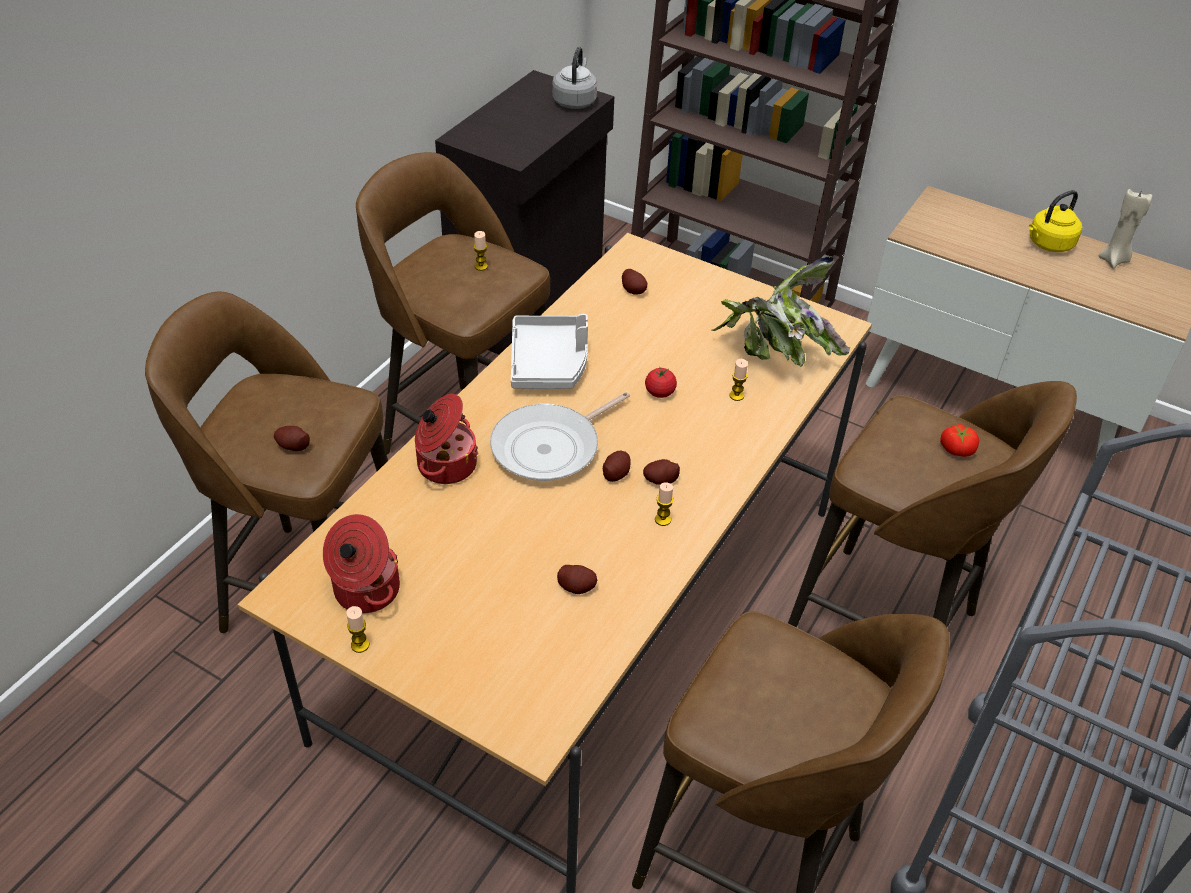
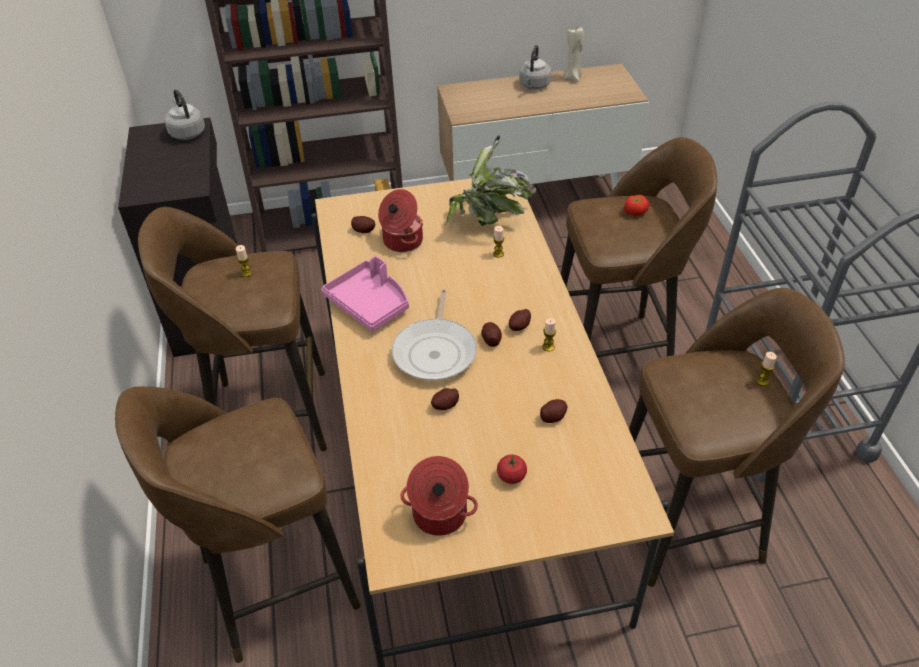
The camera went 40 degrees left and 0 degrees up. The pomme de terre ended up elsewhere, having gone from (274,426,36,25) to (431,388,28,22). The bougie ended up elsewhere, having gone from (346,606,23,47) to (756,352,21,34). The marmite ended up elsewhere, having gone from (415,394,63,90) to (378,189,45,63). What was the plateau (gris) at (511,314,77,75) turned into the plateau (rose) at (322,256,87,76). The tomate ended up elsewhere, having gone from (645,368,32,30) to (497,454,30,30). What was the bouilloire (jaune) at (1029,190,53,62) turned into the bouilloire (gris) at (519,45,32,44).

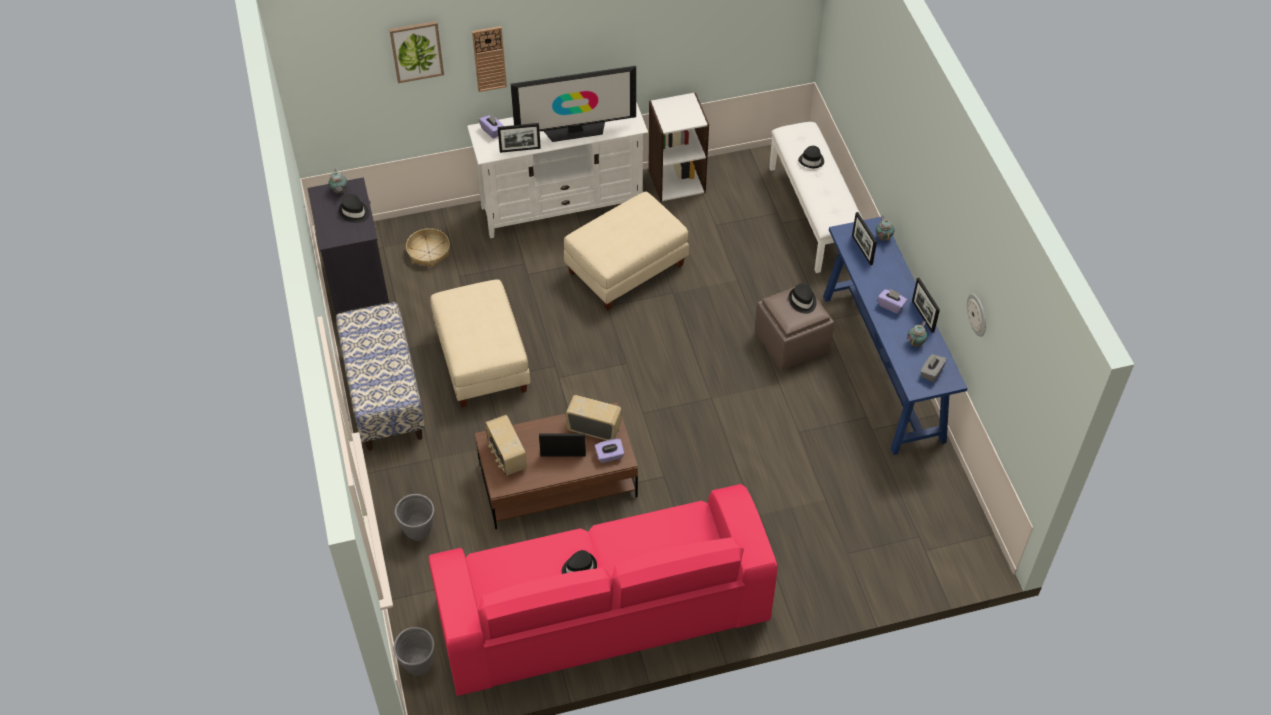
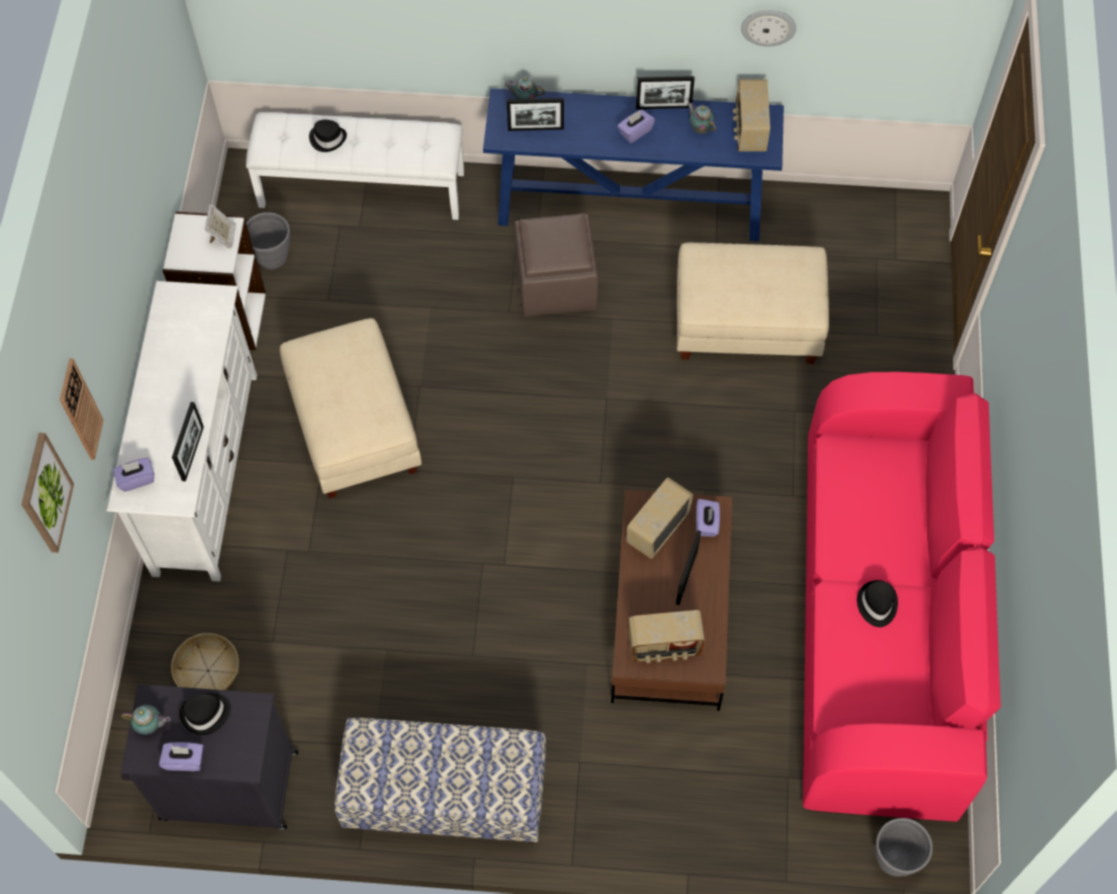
The camera went 70 degrees left and 10 degrees up. The cache-pot (gris) ended up elsewhere, having gone from (395,494,40,47) to (246,212,44,58). The pouf (beige) ended up elsewhere, having gone from (430,279,101,128) to (677,243,152,121). The second view lost the téléviseur at (511,66,125,76). The second view lost the chapeau (noir) at (789,283,28,31). Where the boîte à mouchoirs (gris) stood at (921,354,26,28), the radio came to stand at (733,79,37,73). The second view gained the boîte à mouchoirs (violet) at (159,742,45,29). The second view gained the cadre photo at (205,204,31,45).

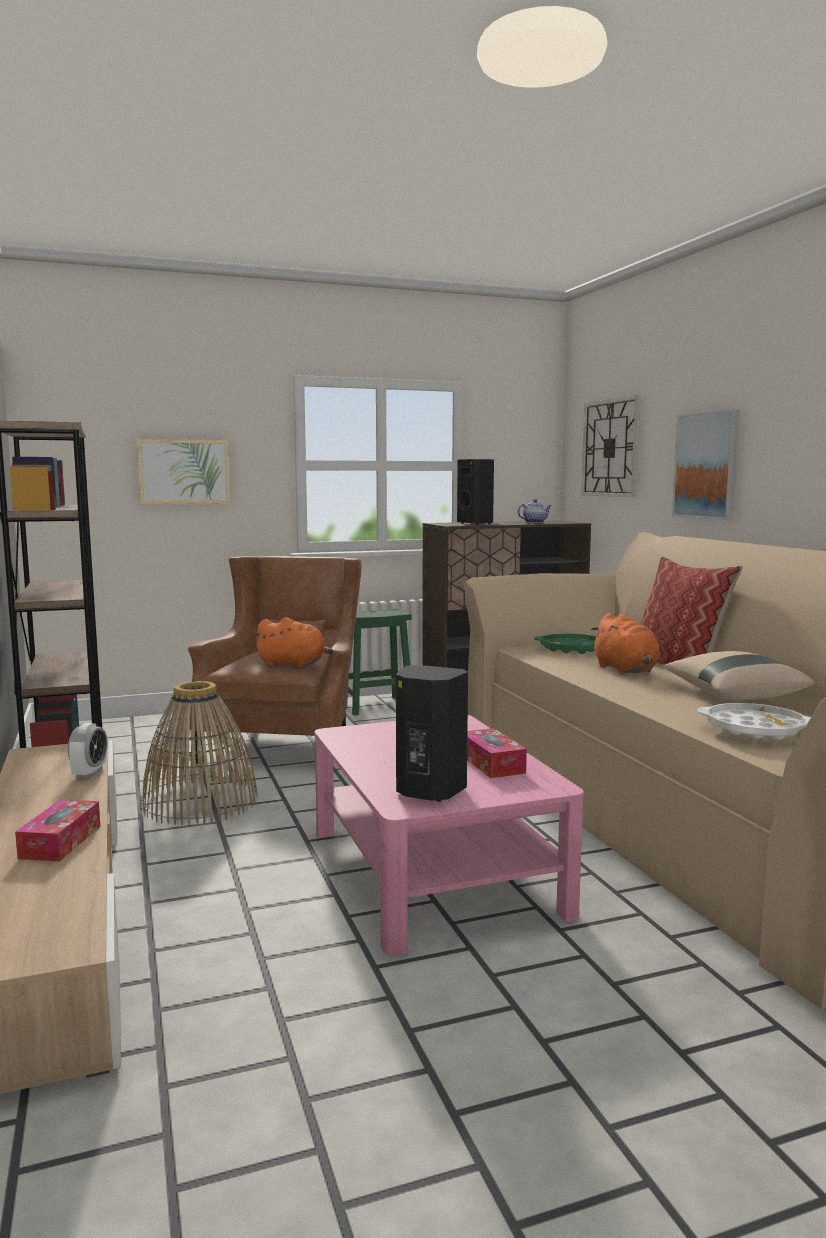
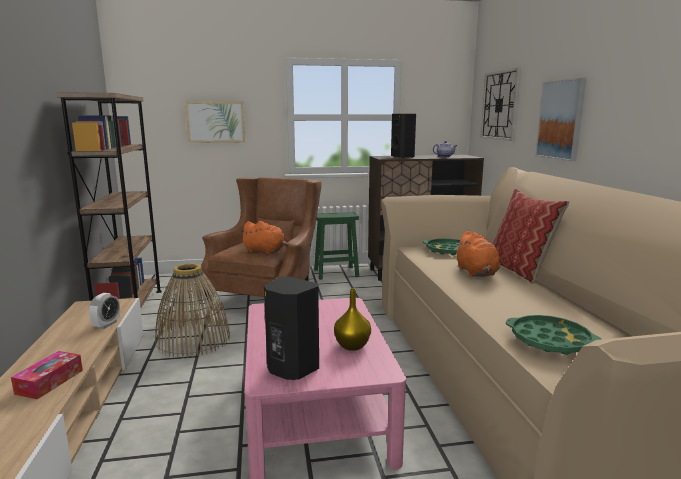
The camera went 10 degrees right and 5 degrees up. Where the boîte à mouchoirs stood at (467,728,60,50), the vase (jaune) came to stand at (334,289,37,62). The second view lost the coussin (beige) at (663,651,152,49). What was the plateau (blanc) at (698,703,113,37) turned into the plateau (vert) at (506,315,95,40).

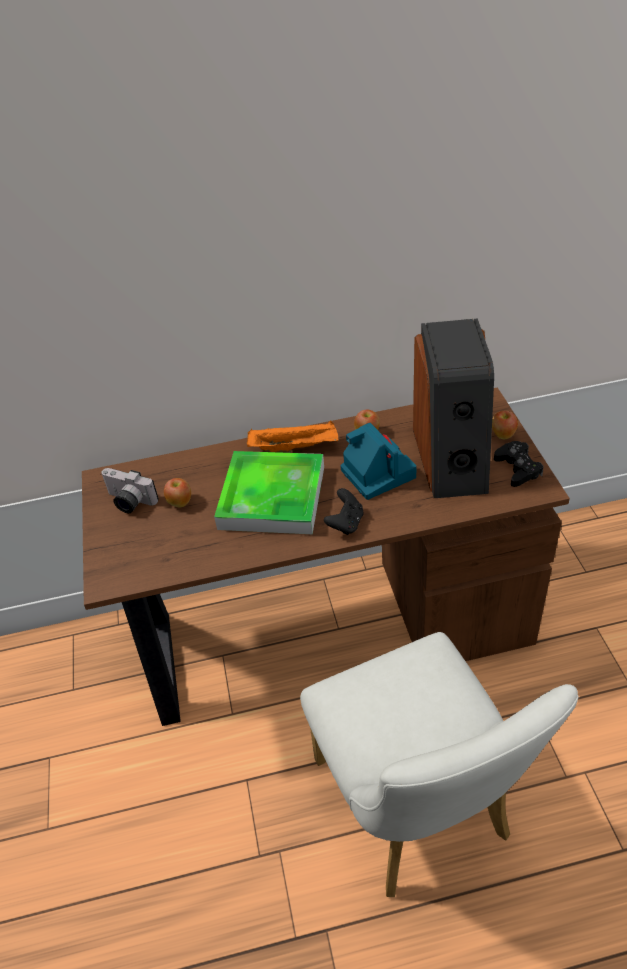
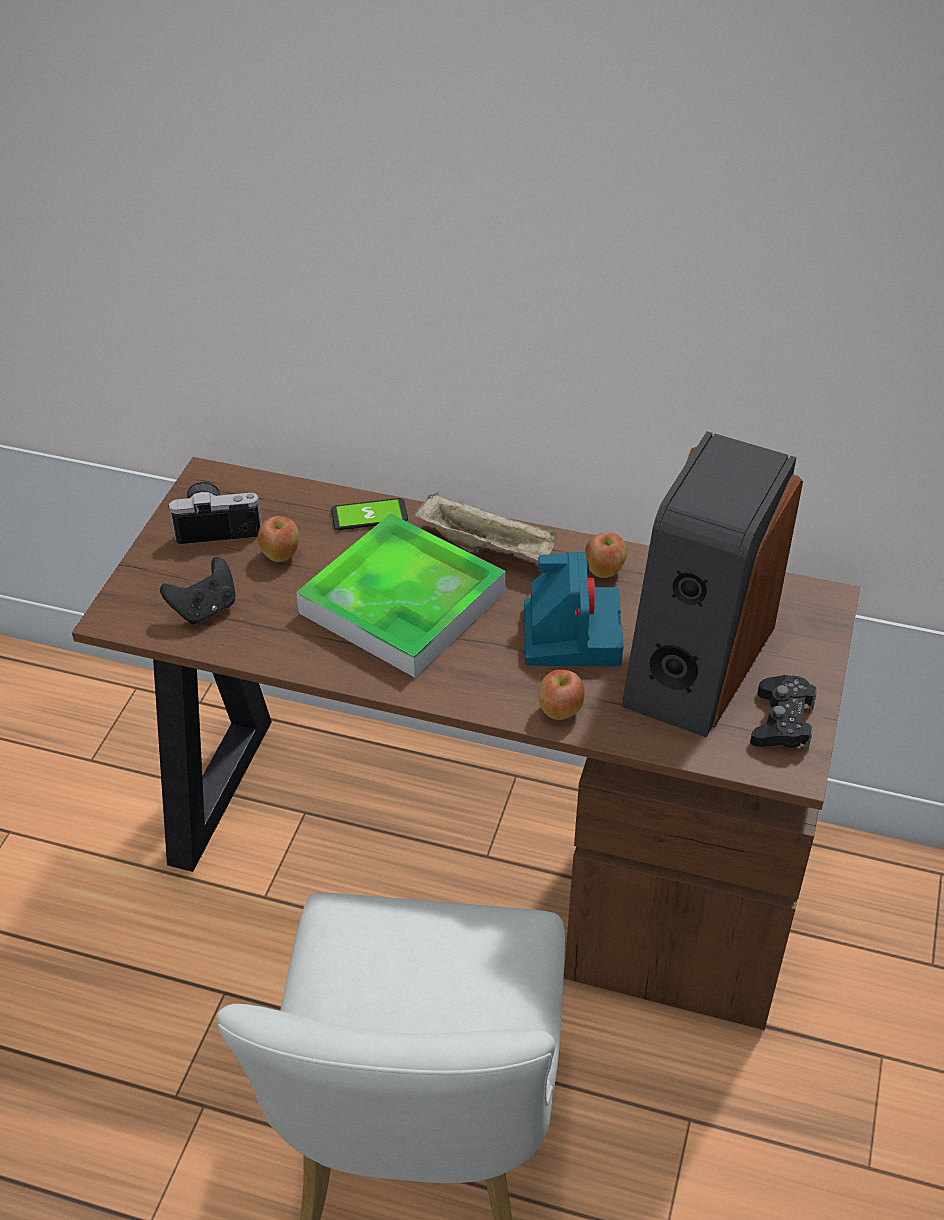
The camera went 25 degrees right and 0 degrees up. The appareil photo at (101,468,58,45) ended up facing another way, 120 degrees clockwise from before. What was the plateau (orange) at (247,420,91,33) turned into the plateau (beige) at (414,493,142,68). The manette (noir) ended up elsewhere, having gone from (324,488,39,47) to (160,557,76,68). The pomme ended up elsewhere, having gone from (492,411,26,28) to (538,670,47,50). The second view gained the téléphone at (331,498,77,32).

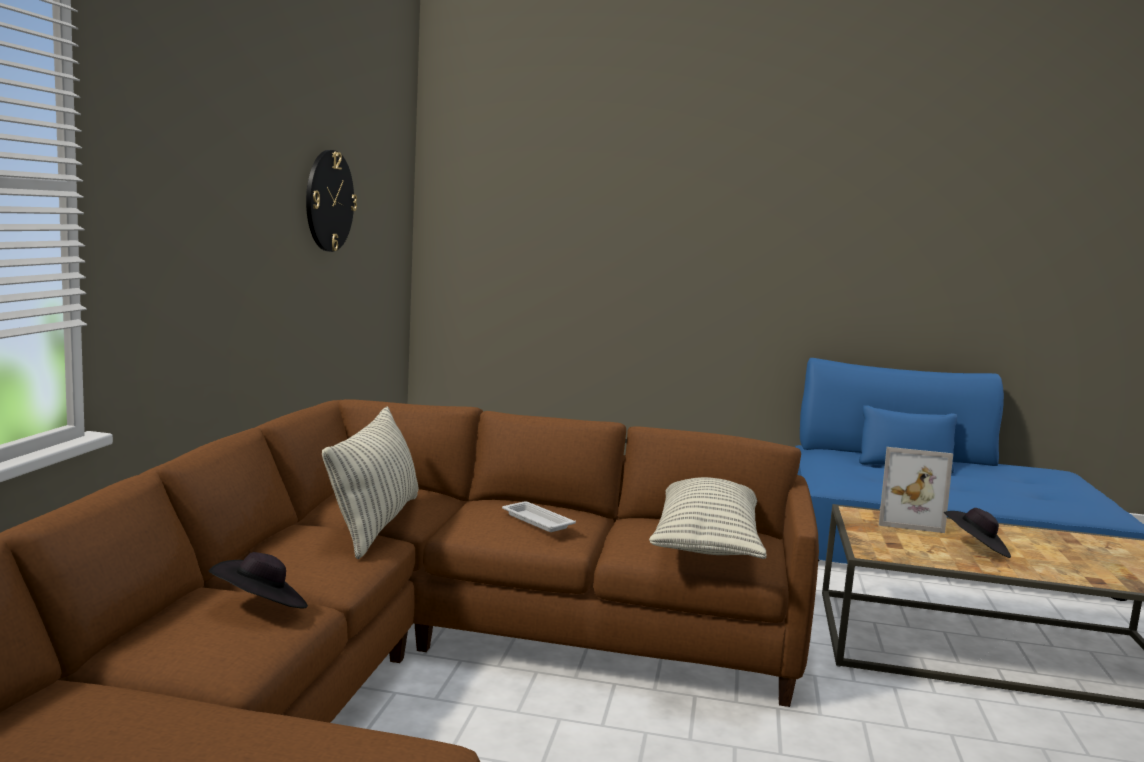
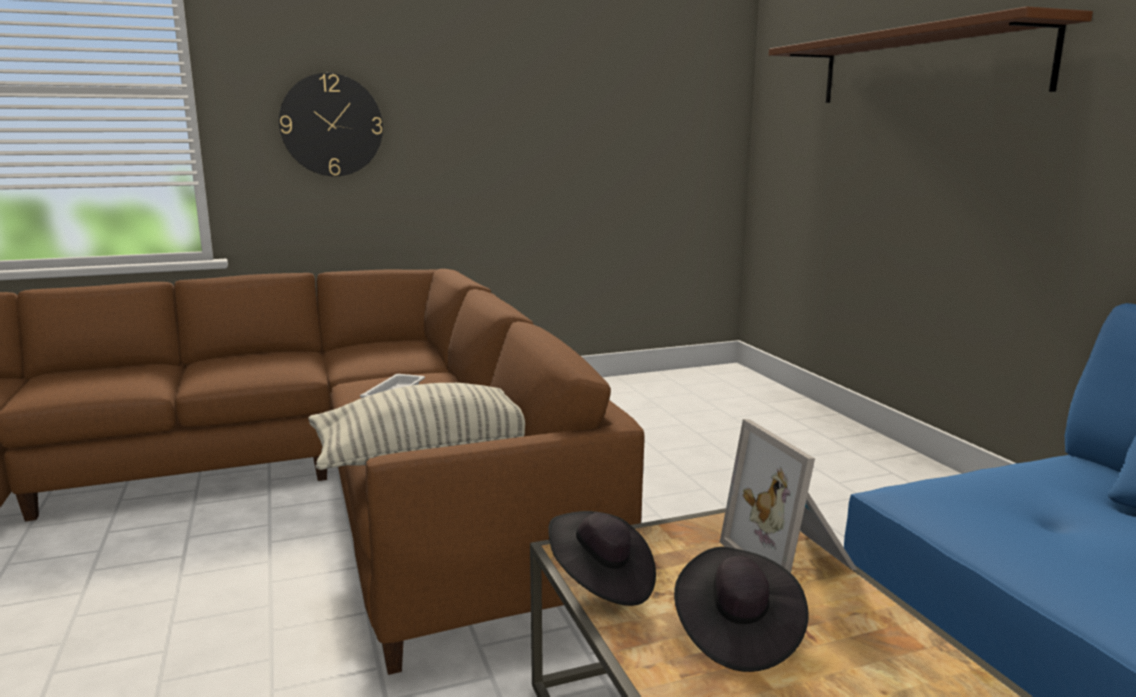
The camera went 60 degrees right and 5 degrees up. The chapeau (noir) ended up elsewhere, having gone from (209,552,99,56) to (548,511,108,95). The horloge murale ended up elsewhere, having gone from (306,150,51,102) to (279,73,104,103). The second view lost the coussin at (322,407,97,152). The second view gained the étagère (marron) at (769,7,324,96).

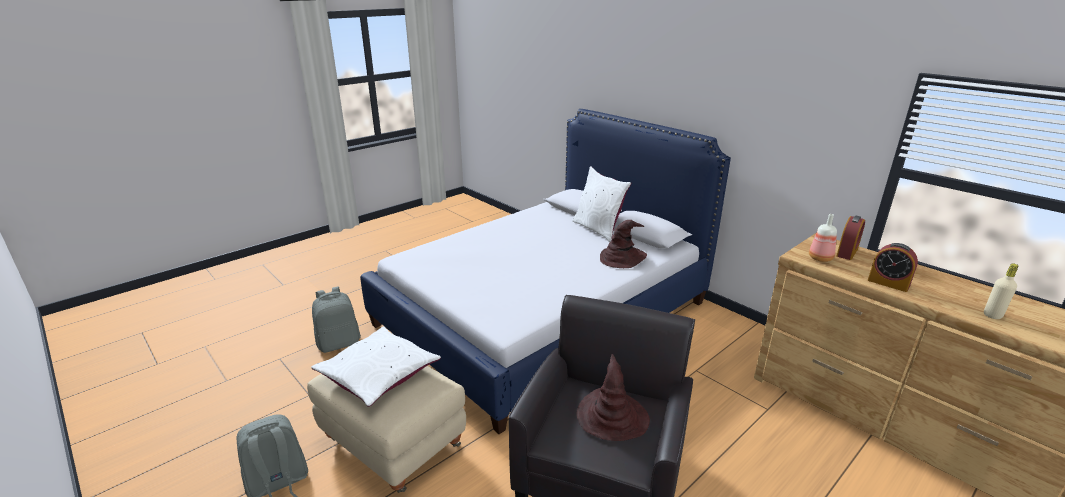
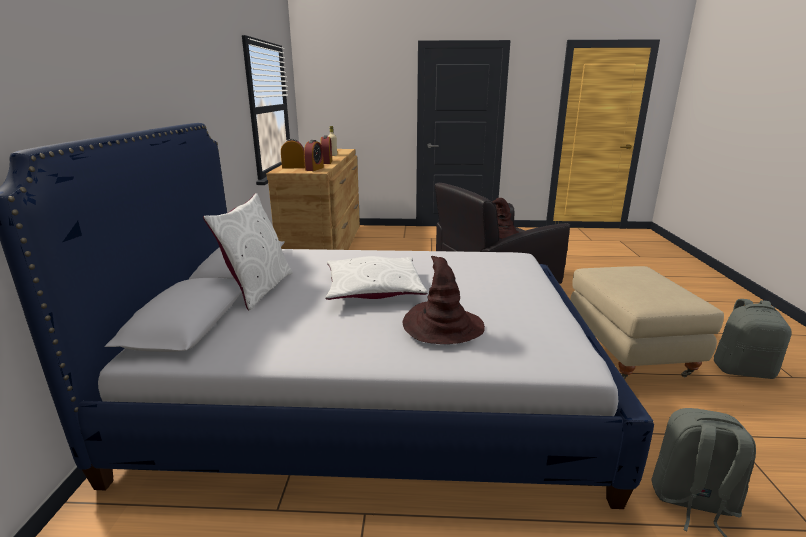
The camera went 135 degrees left and 5 degrees down. The coussin (blanc) ended up elsewhere, having gone from (311,326,130,81) to (325,256,103,44). The chapeau (marron) ended up elsewhere, having gone from (600,220,47,48) to (403,256,82,88). Where the bouteille stood at (809,214,28,48), the réveil came to stand at (304,140,20,31).

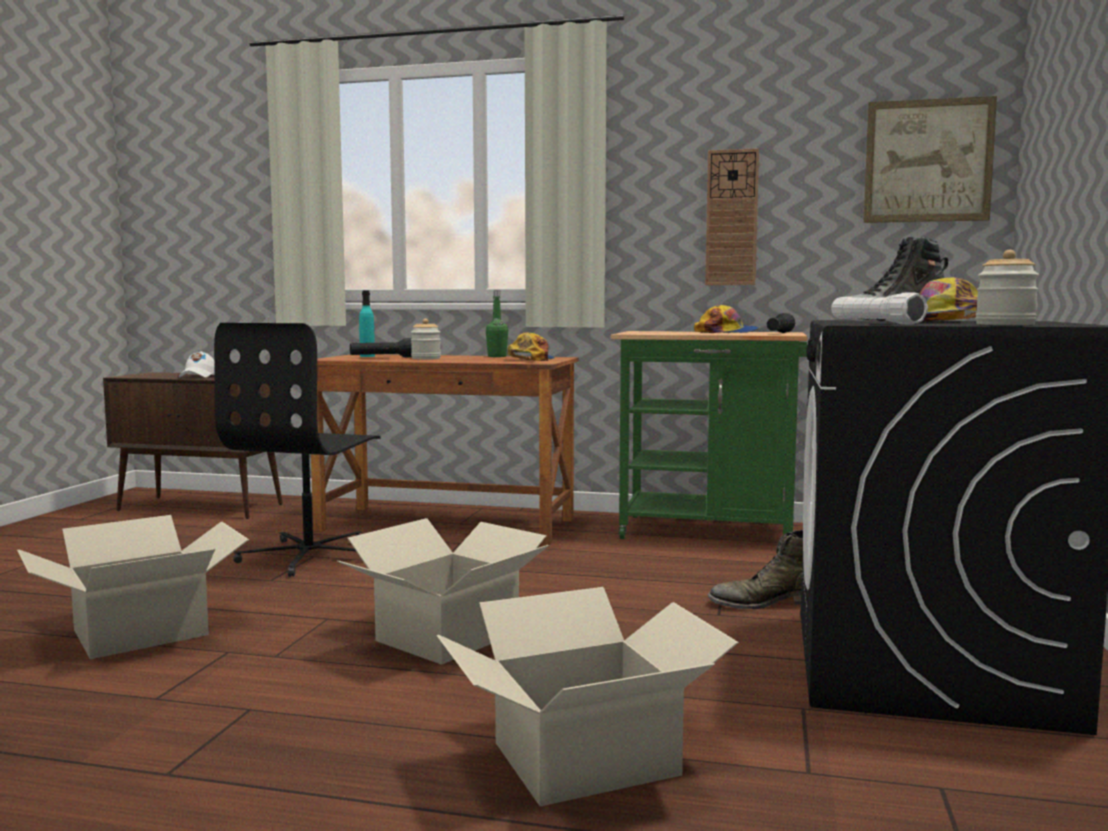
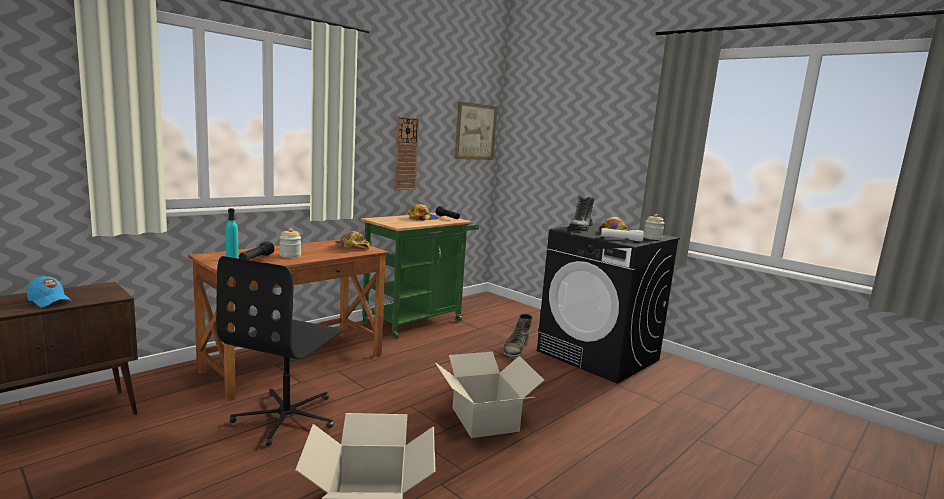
The camera went 60 degrees left and 5 degrees up. What was the casquette (blanc) at (179,351,35,27) turned into the casquette (bleu) at (27,276,45,32). The chaise de bureau (noir) at (214,323,167,254) ended up facing another way, 60 degrees clockwise from before. The second view lost the carton at (436,587,303,219). The second view lost the bouteille (vert) at (486,291,22,66).

